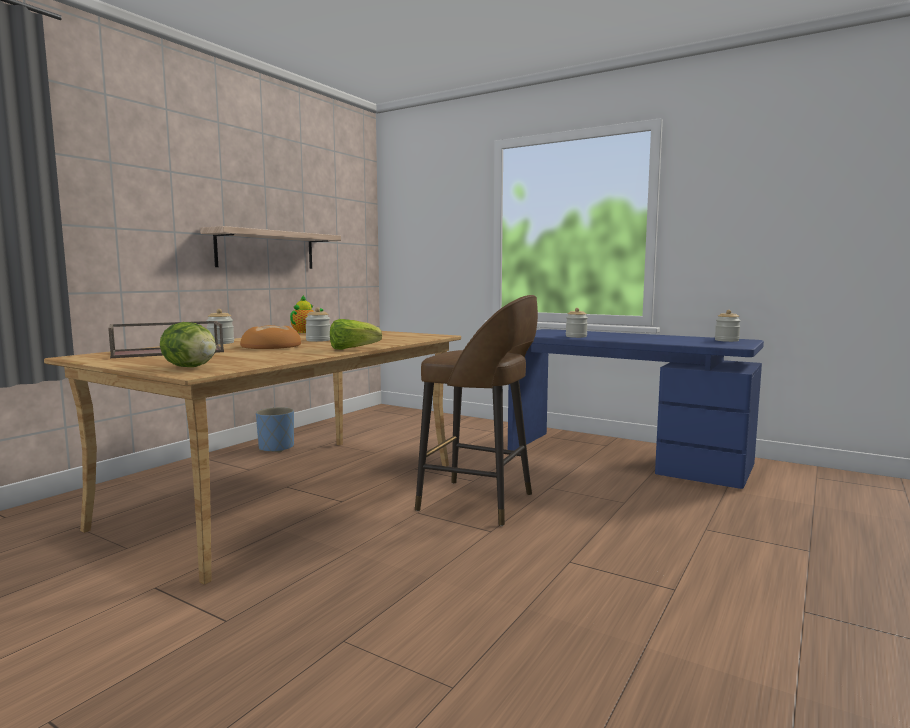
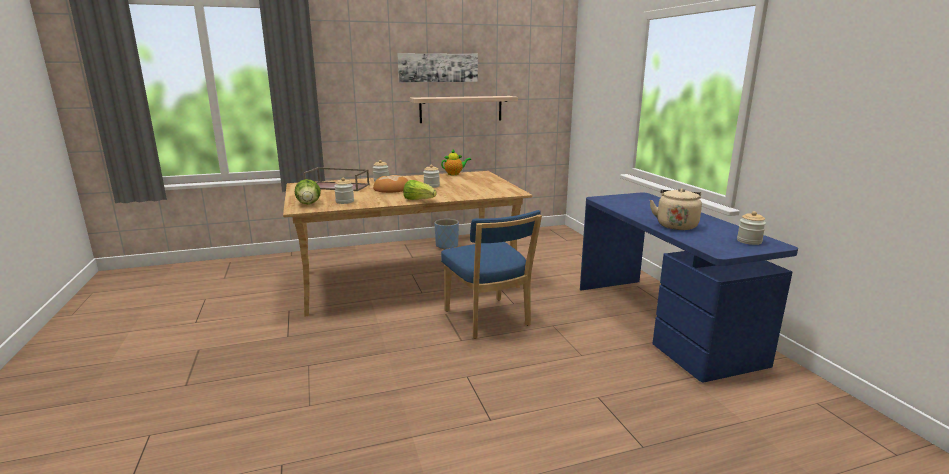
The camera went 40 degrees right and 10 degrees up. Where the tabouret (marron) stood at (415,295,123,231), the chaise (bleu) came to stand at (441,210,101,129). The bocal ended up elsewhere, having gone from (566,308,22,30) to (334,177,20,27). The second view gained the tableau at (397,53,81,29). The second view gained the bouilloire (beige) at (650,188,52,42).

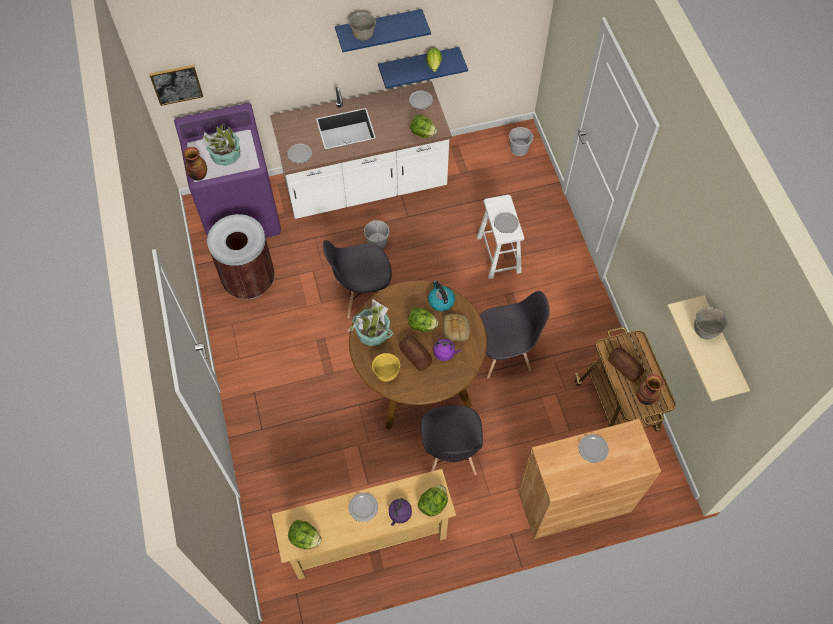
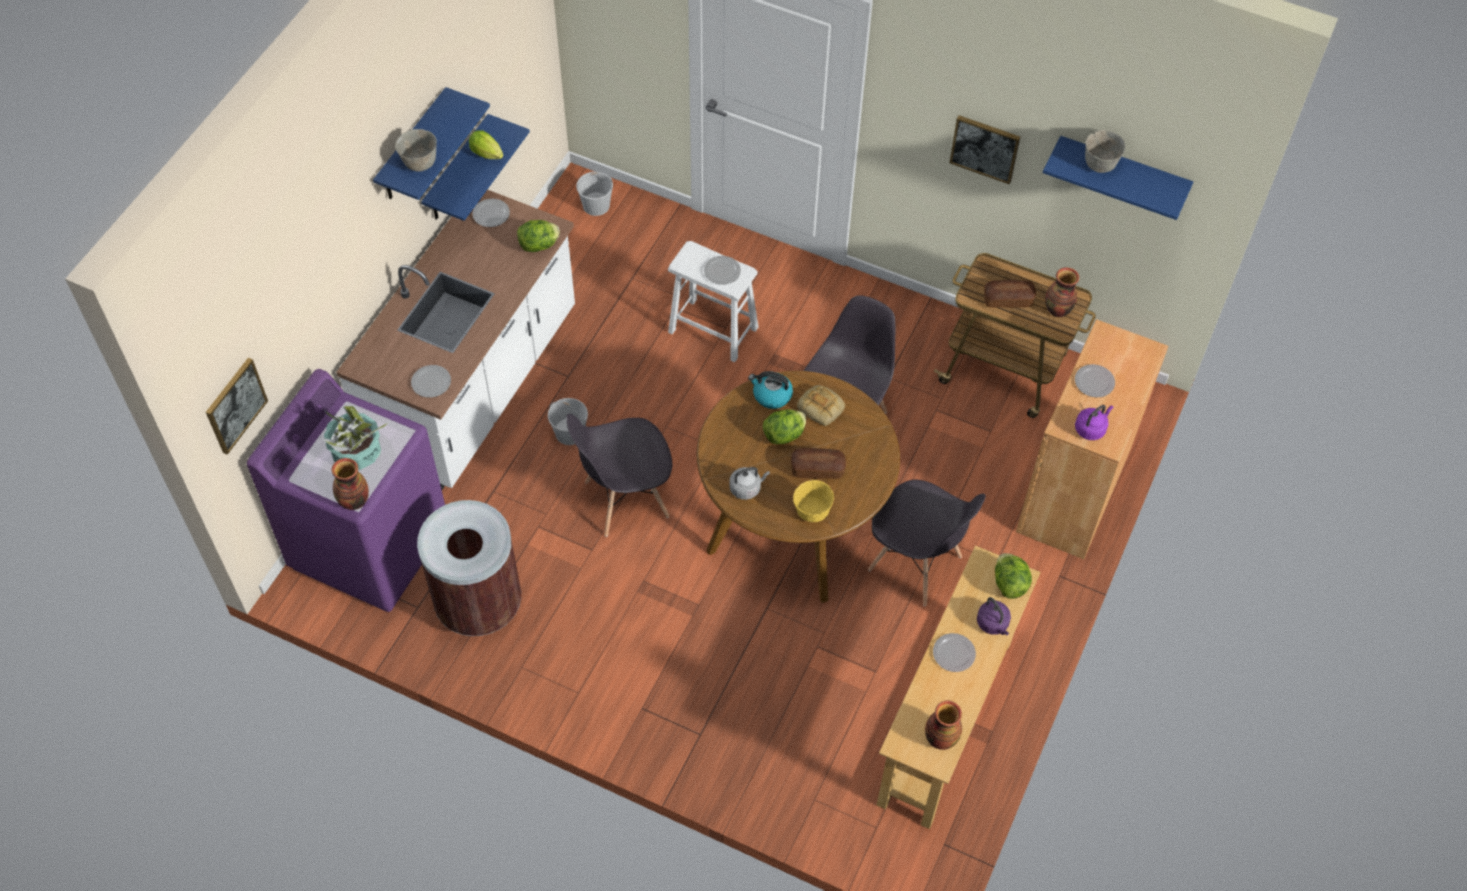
The camera went 50 degrees left and 5 degrees down. Where the laitue stood at (288,520,34,29), the vase came to stand at (925,700,37,50). The chaise (gris) at (323,240,69,78) ended up facing another way, 45 degrees clockwise from before. Where the plante en pot stood at (347,299,47,47), the bouilloire (gris) came to stand at (729,467,41,33). The bouilloire (violet) ended up elsewhere, having gone from (434,339,27,22) to (1075,405,38,35). What was the étagère (beige) at (667,295,83,106) turned into the étagère (bleu) at (1043,136,150,84). The second view gained the tableau at (949,115,71,69).

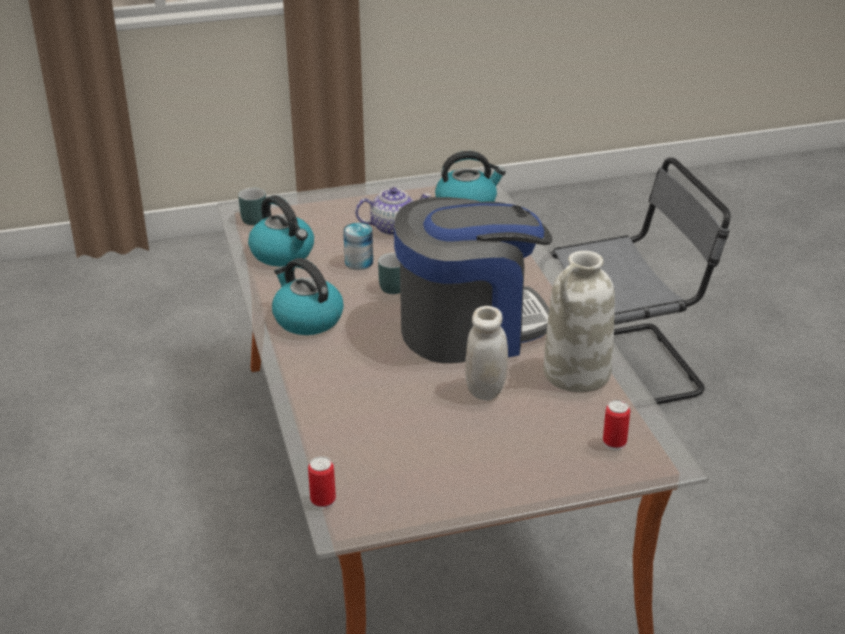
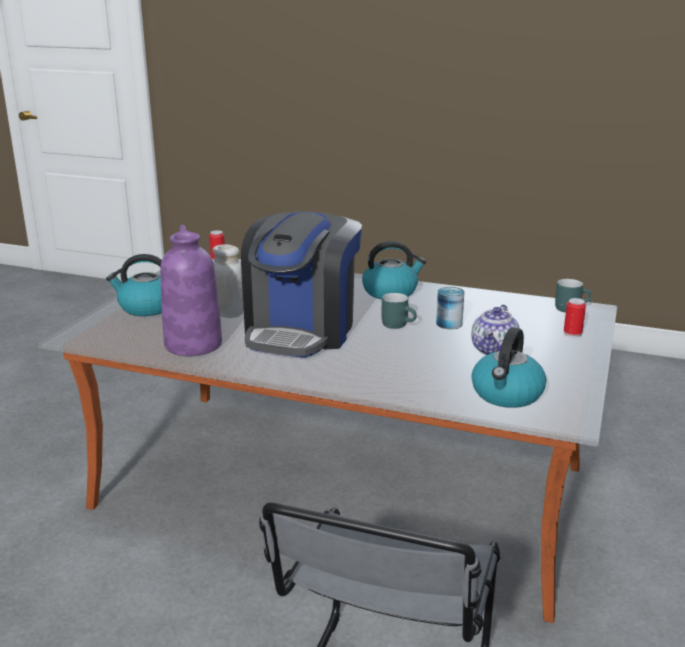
The camera went 125 degrees right and 10 degrees down. The bouilloire ended up elsewhere, having gone from (248,195,66,71) to (106,254,56,62). What was the vase (blanc) at (544,251,71,141) turned into the vase (violet) at (160,225,62,131). The boîte métallique ended up elsewhere, having gone from (603,400,27,50) to (564,298,22,40).

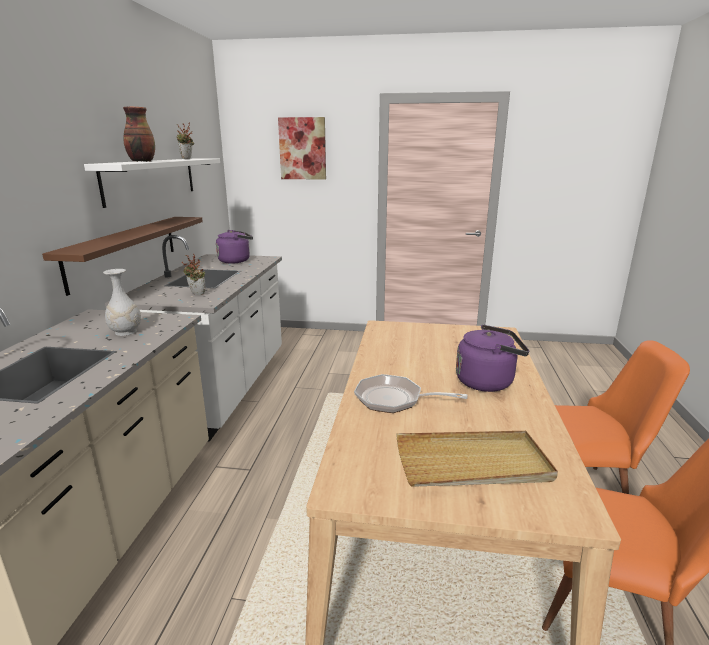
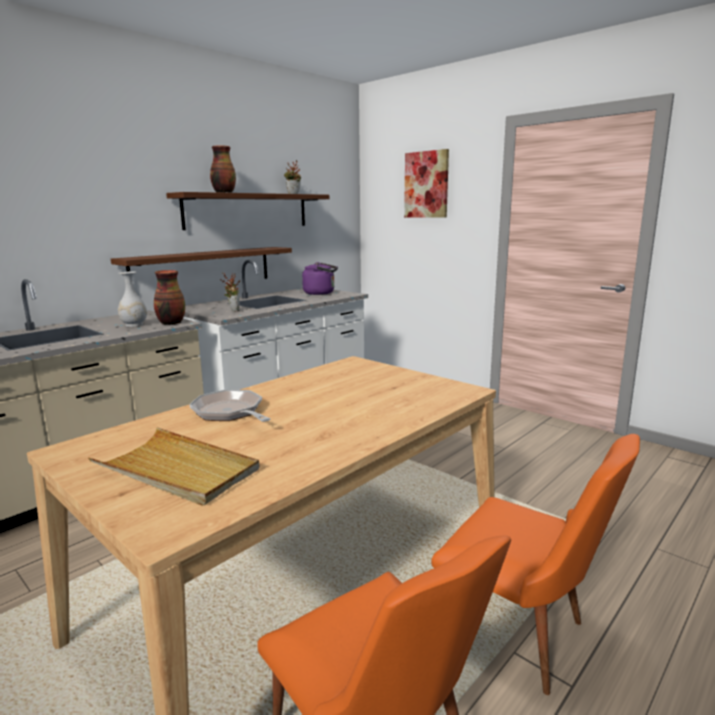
The camera went 35 degrees right and 5 degrees down. What was the étagère (blanc) at (84,159,136,49) turned into the étagère (marron) at (166,192,163,38). The second view lost the bouilloire (violet) at (456,325,73,67). The second view gained the vase at (154,270,31,55).

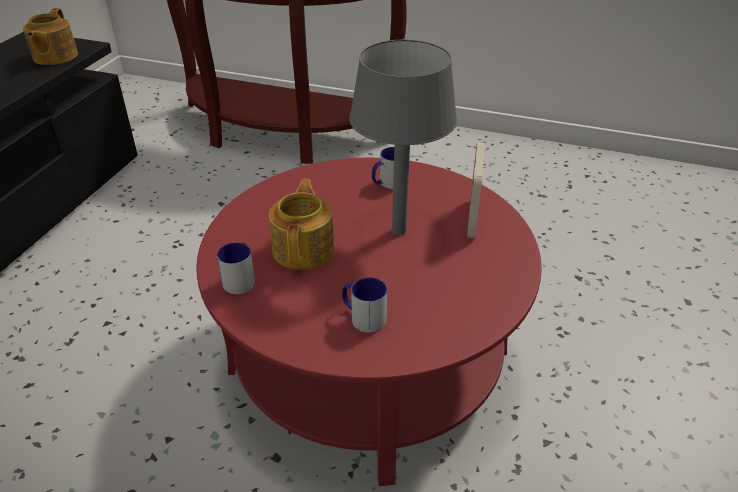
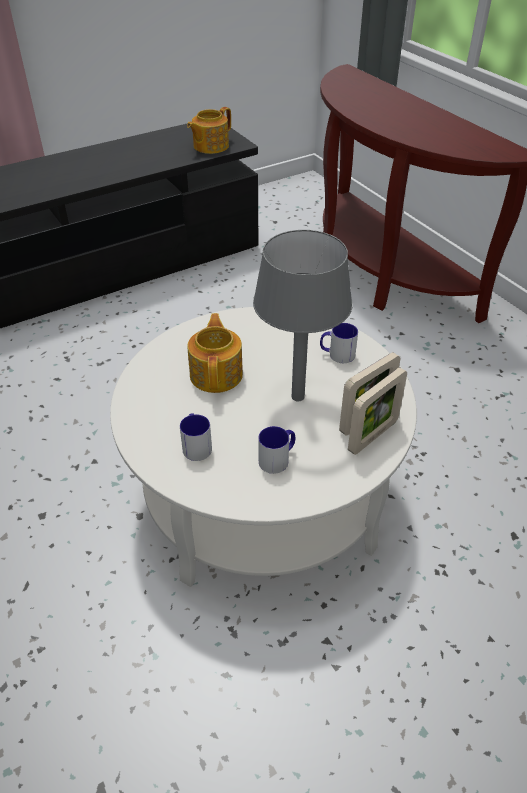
The camera went 40 degrees right and 5 degrees up. What was the table basse (rouge) at (196,158,346,328) turned into the table basse (blanc) at (110,307,307,280). The mug ended up elsewhere, having gone from (217,242,38,52) to (258,426,37,48). The théière at (269,179,65,91) ended up facing another way, 45 degrees counterclockwise from before. The second view gained the cadre photo at (348,367,59,88).

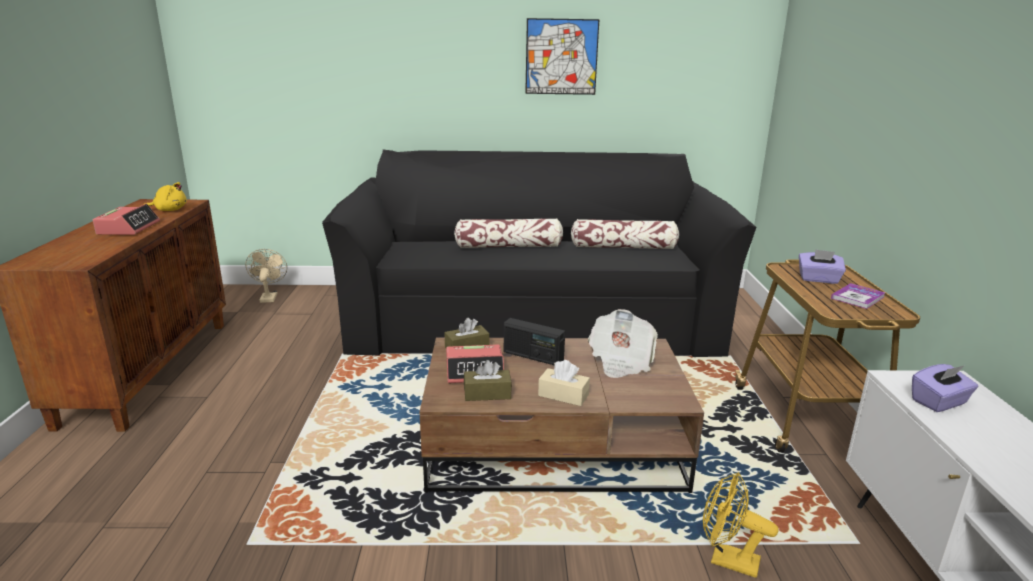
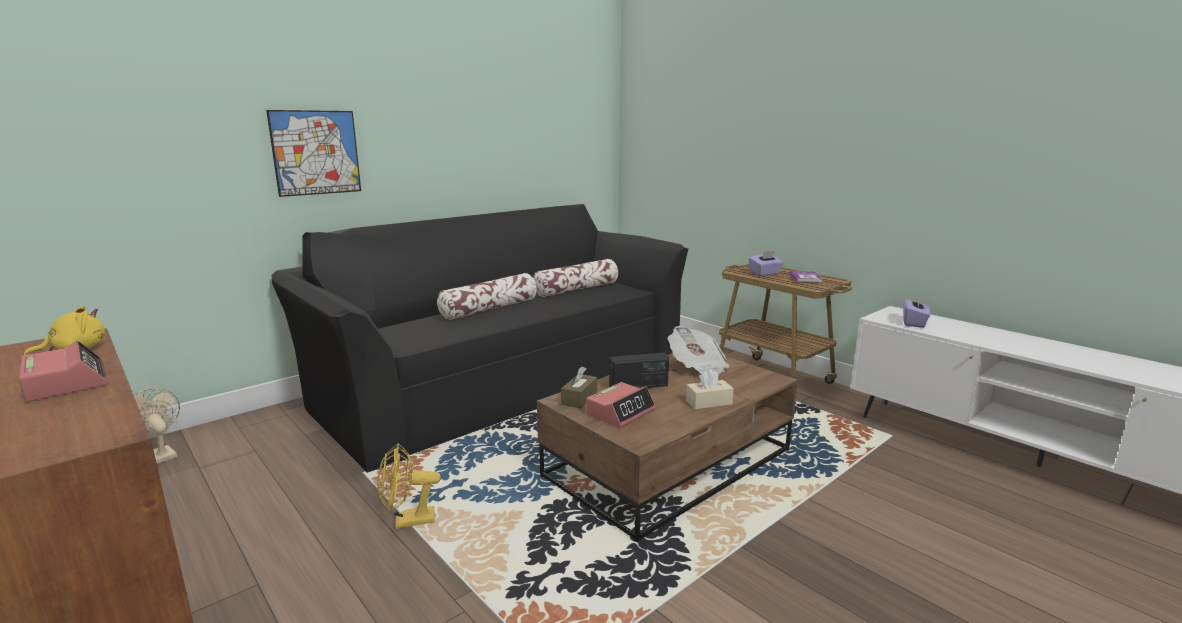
The camera went 40 degrees left and 5 degrees down. The second view lost the boîte à mouchoirs (marron) at (464,360,48,41). The tableau ended up elsewhere, having gone from (525,18,74,77) to (266,110,95,87). The ventilateur (jaune) ended up elsewhere, having gone from (703,472,76,106) to (377,443,64,86).

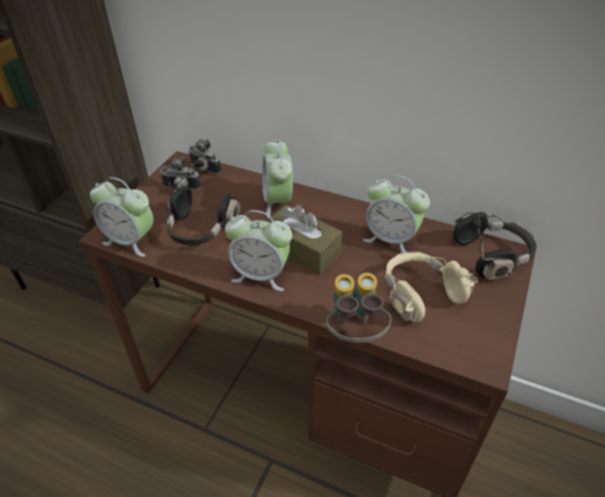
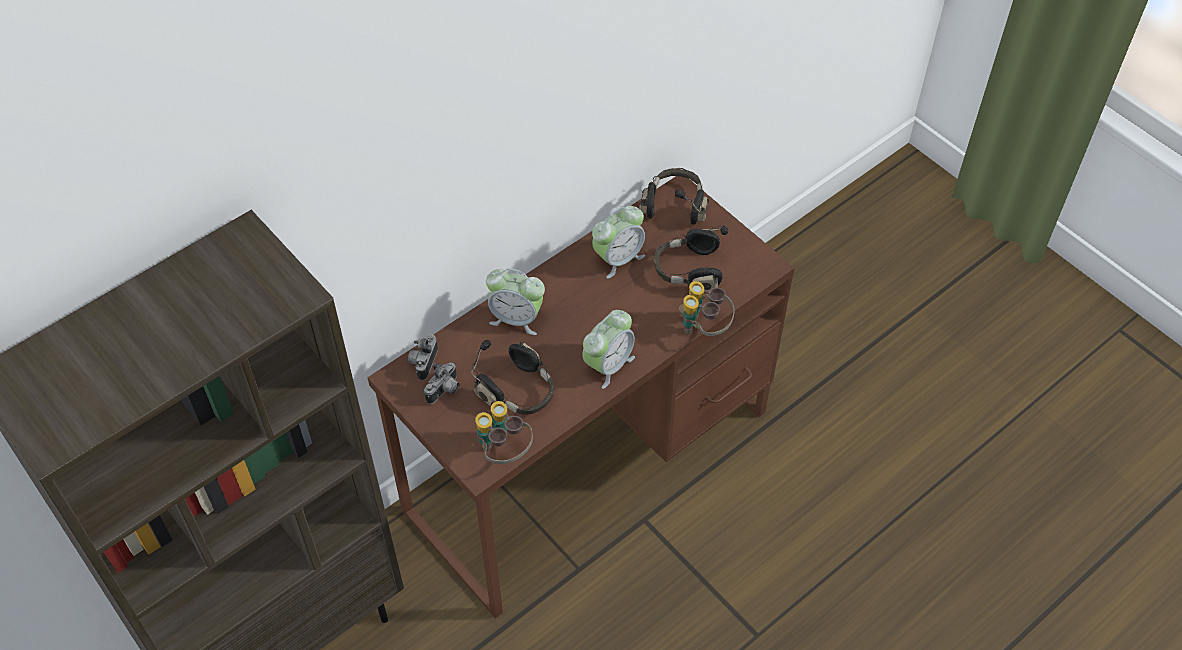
The camera went 65 degrees left and 10 degrees up. Where the réveil stood at (90,177,63,80), the jumelles came to stand at (475,401,58,63). The appareil photo at (188,139,33,35) ended up facing another way, 135 degrees clockwise from before. The second view lost the boîte à mouchoirs (marron) at (266,204,76,71). What was the casque audio (beige) at (385,252,94,70) turned into the casque audio (noir) at (654,226,74,65).

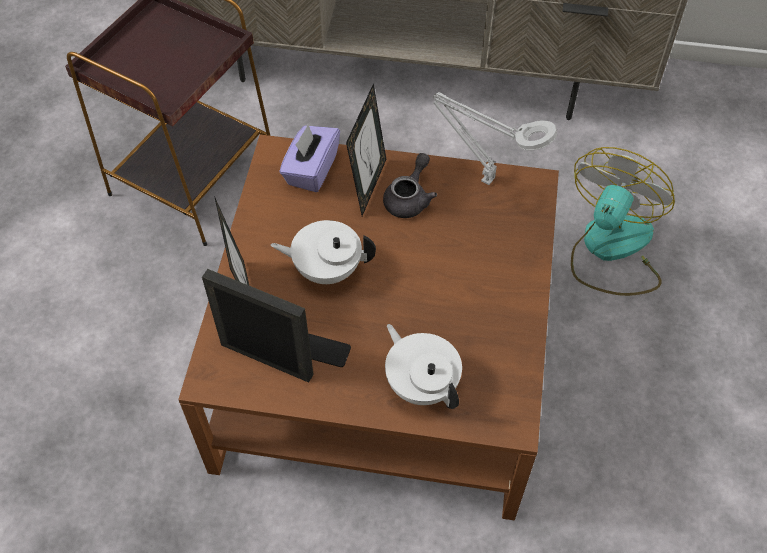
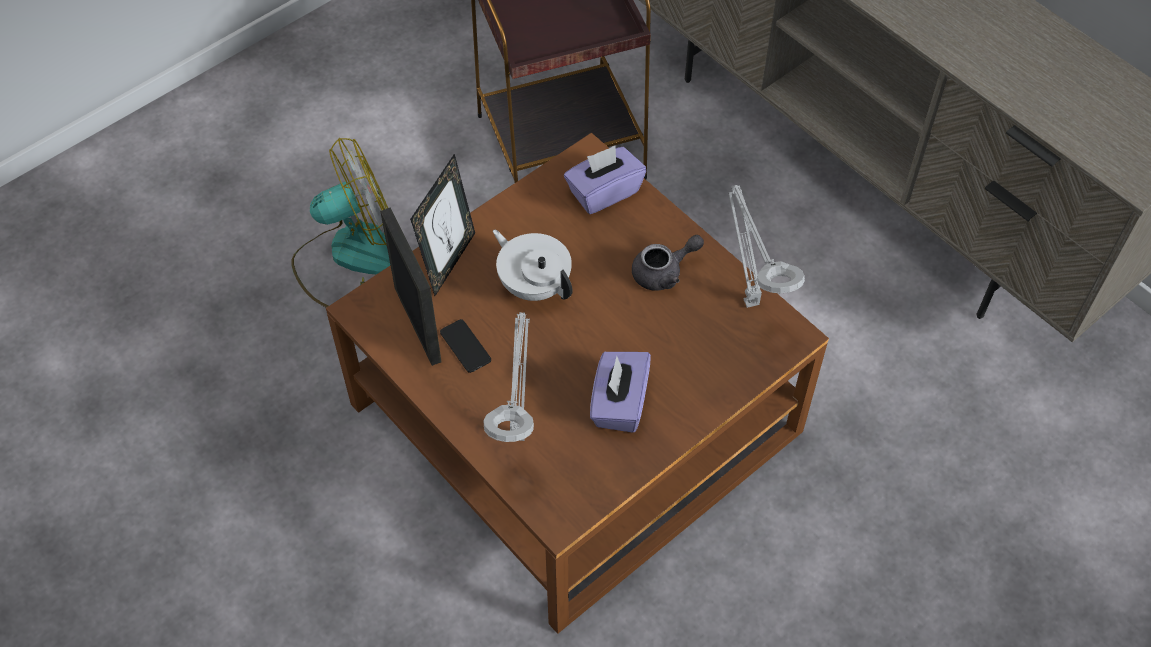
The camera went 40 degrees right and 0 degrees up. The second view lost the cadre photo at (346,83,40,133). Where the théière (blanc) stood at (385,324,77,85), the lampe de table (gris) came to stand at (484,312,50,130). The ventilateur ended up elsewhere, having gone from (571,147,104,149) to (291,138,99,170). The second view gained the boîte à mouchoirs (violet) at (590,352,61,81).

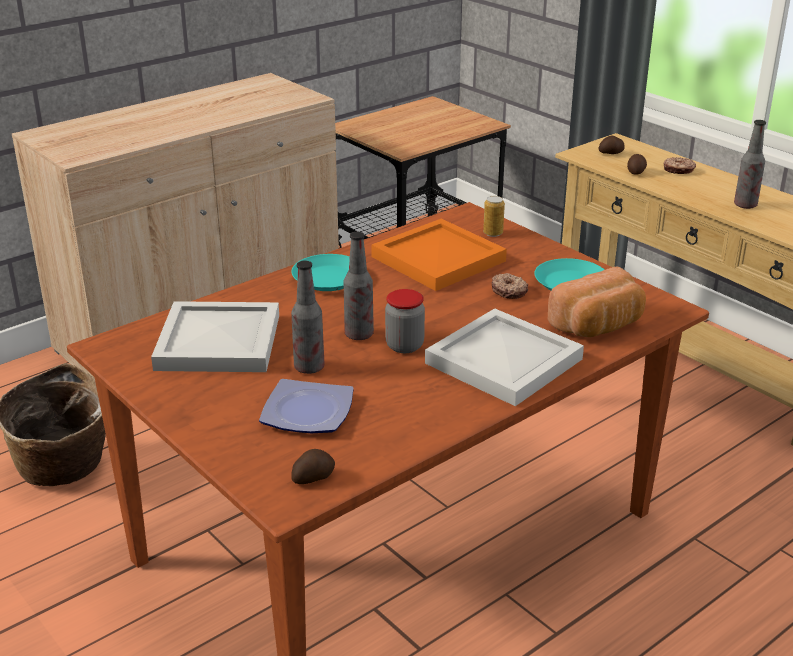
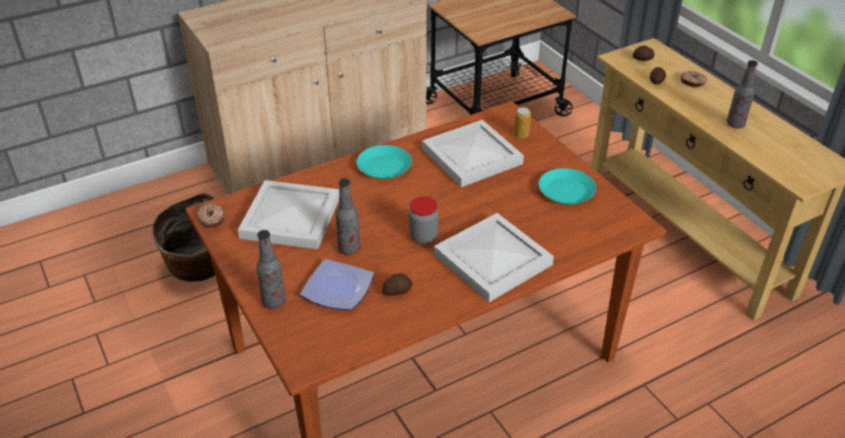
The camera went 10 degrees right and 10 degrees up. The pomme de terre ended up elsewhere, having gone from (291,449,44,35) to (382,273,30,23). The bouteille ended up elsewhere, having gone from (344,232,30,108) to (256,230,30,79). What was the plateau (orange) at (371,219,136,72) turned into the plateau (blanc) at (422,120,102,67). The beignet ended up elsewhere, having gone from (492,273,36,26) to (197,204,27,24). The second view lost the pain at (548,267,98,70).

